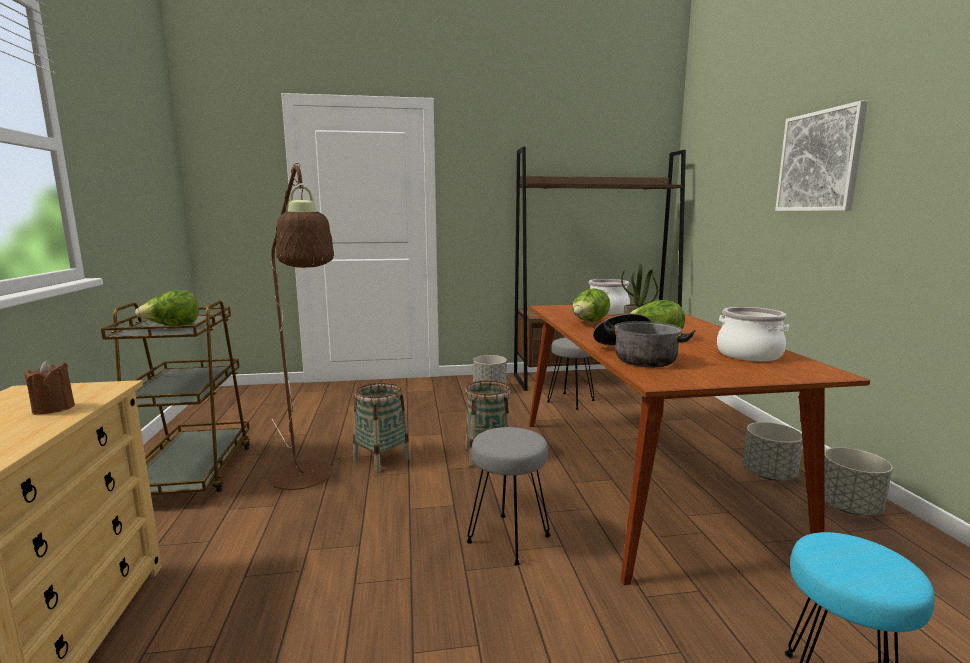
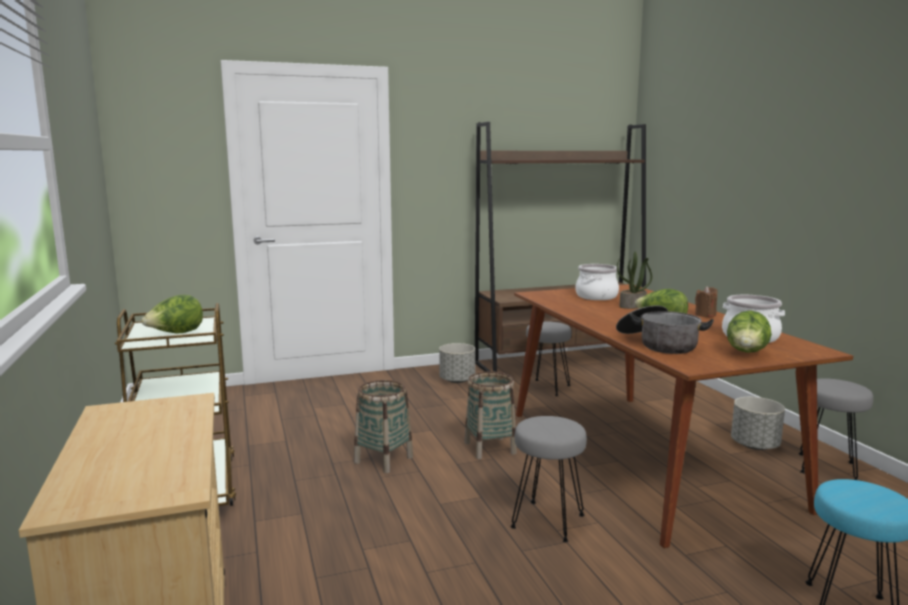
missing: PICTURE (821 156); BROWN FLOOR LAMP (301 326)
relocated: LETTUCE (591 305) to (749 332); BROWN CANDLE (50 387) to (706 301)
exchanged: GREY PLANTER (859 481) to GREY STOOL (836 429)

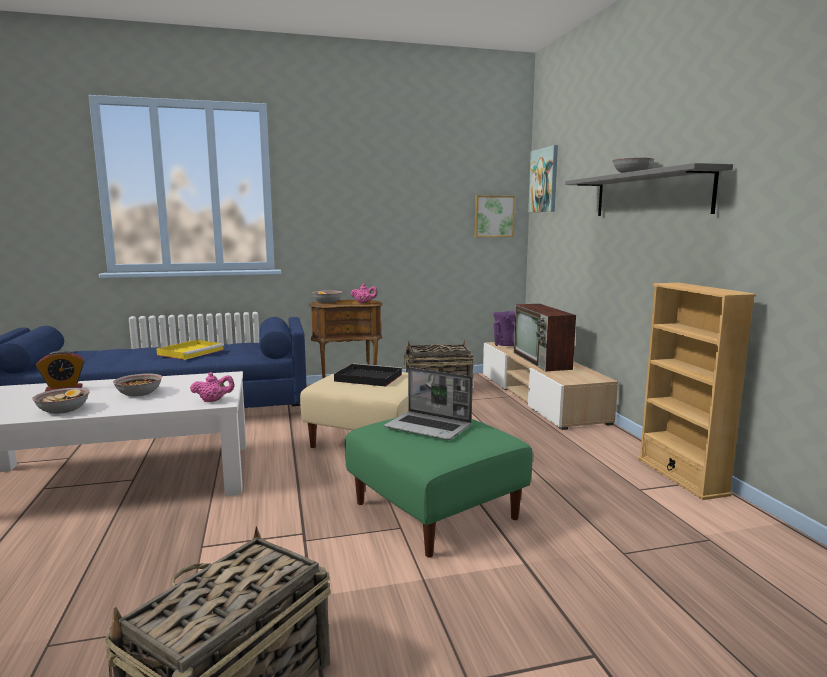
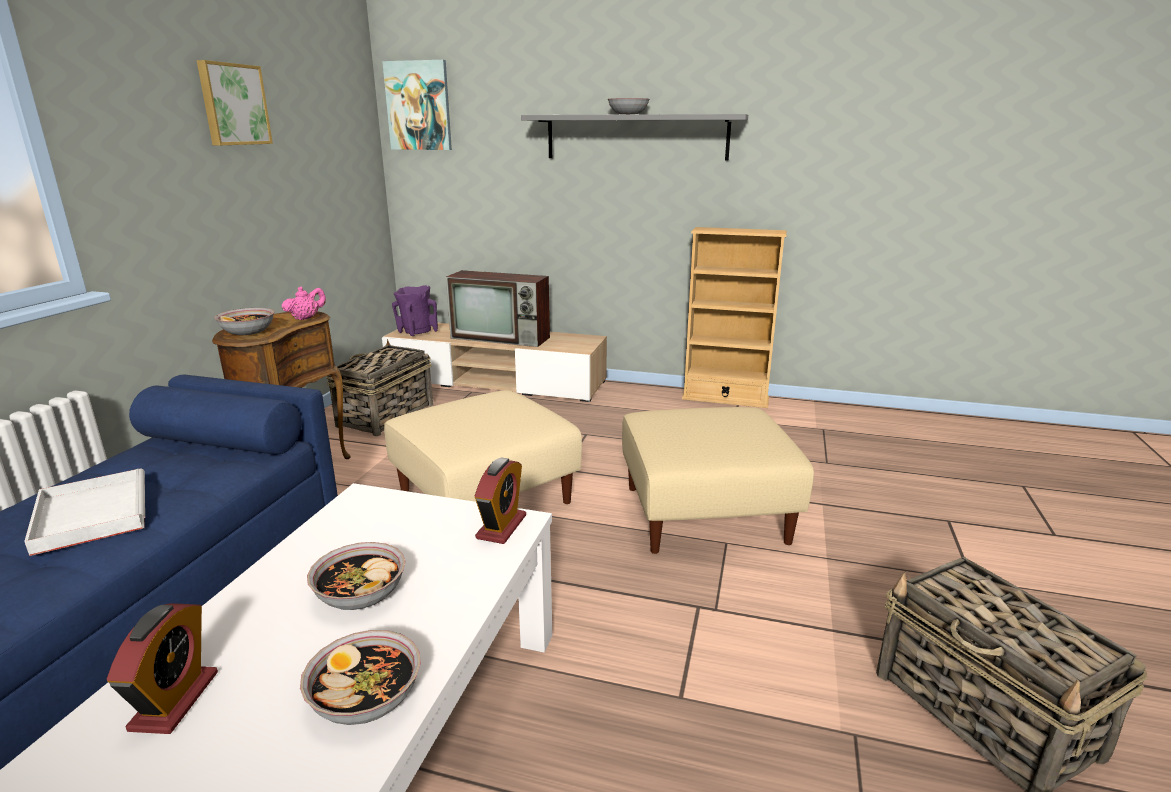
missing: BLACK TRAY (368 375); LAPTOP (428 403)
relocated: PICTURE (494 216) to (235 102)
exchanged: PINK TEAPOT (212 387) to ALARM CLOCK (500 500)
colour: YELLOW TRAY (190 350) to WHITE TRAY (84 512); GREEN OTTOMAN (439 488) to BEIGE OTTOMAN (718 480)

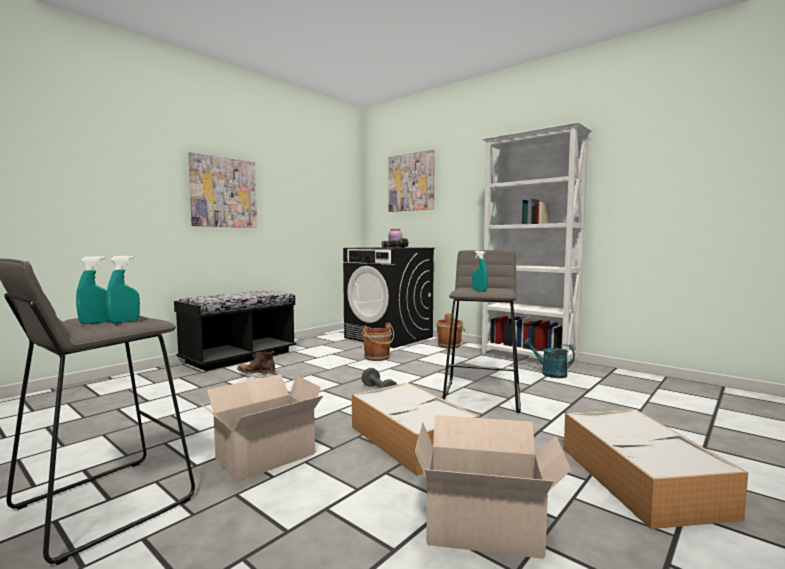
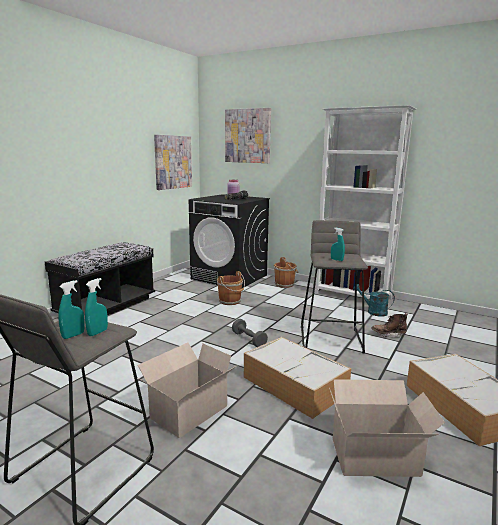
relocated: PICTURE (222 190) to (173 162); BROWN BOOT (256 364) to (390 325)

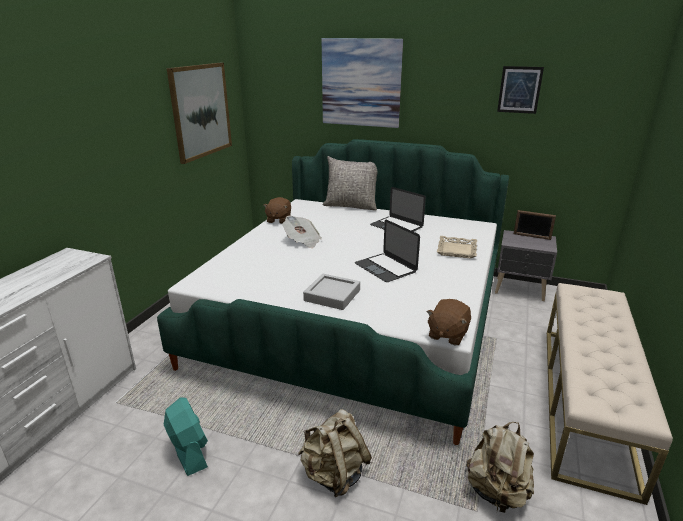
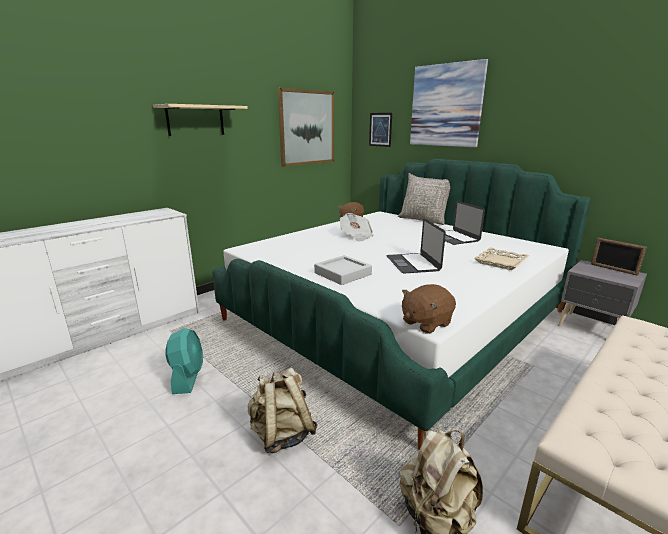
appeared: BEIGE SHELF (200 120)
relocated: PICTURE (520 90) to (380 130)

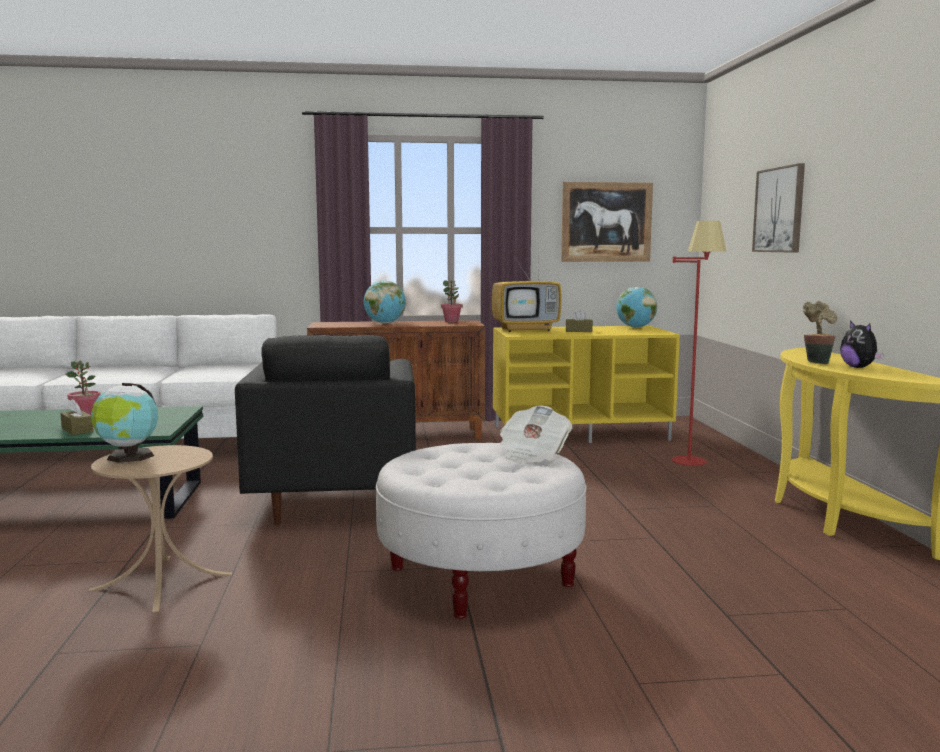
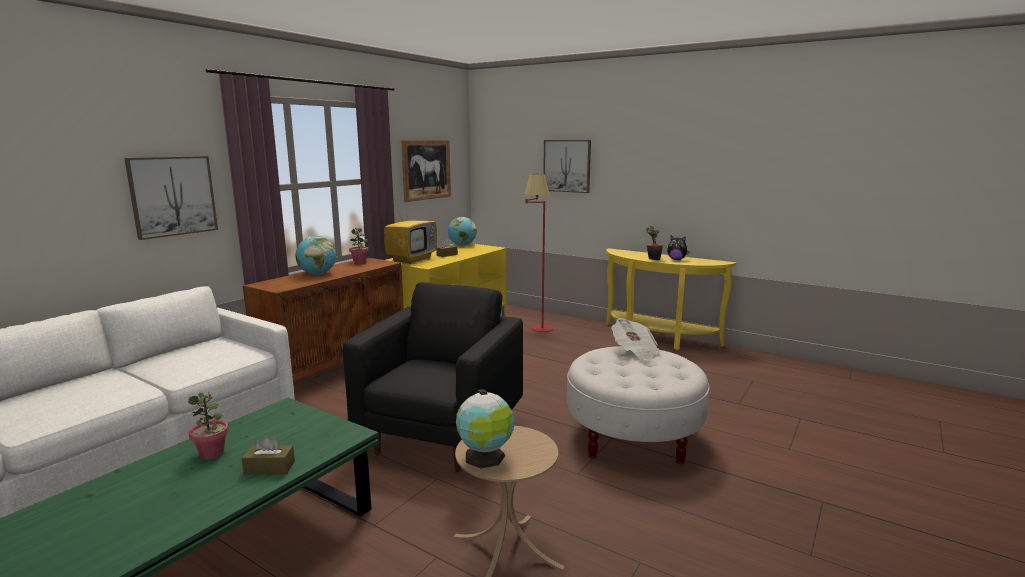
appeared: PICTURE (171 198)
spun: BLACK ARMCHAIR (325 430) = (433 377) 105 degrees counterclockwise

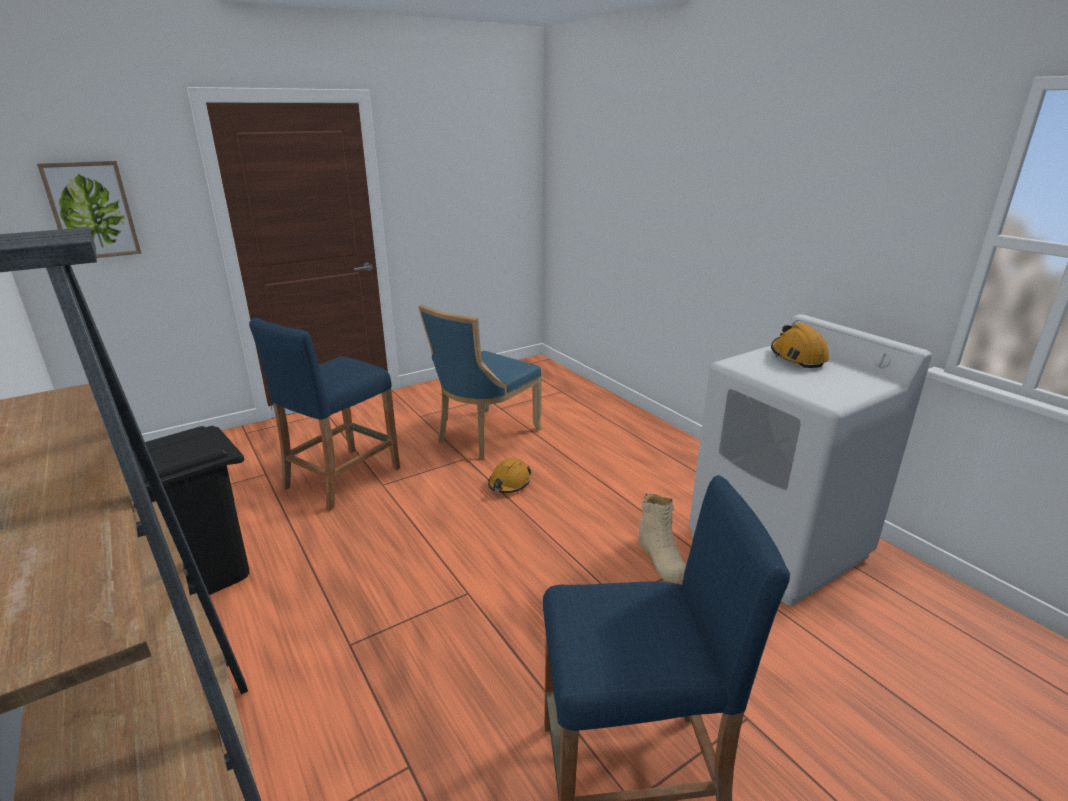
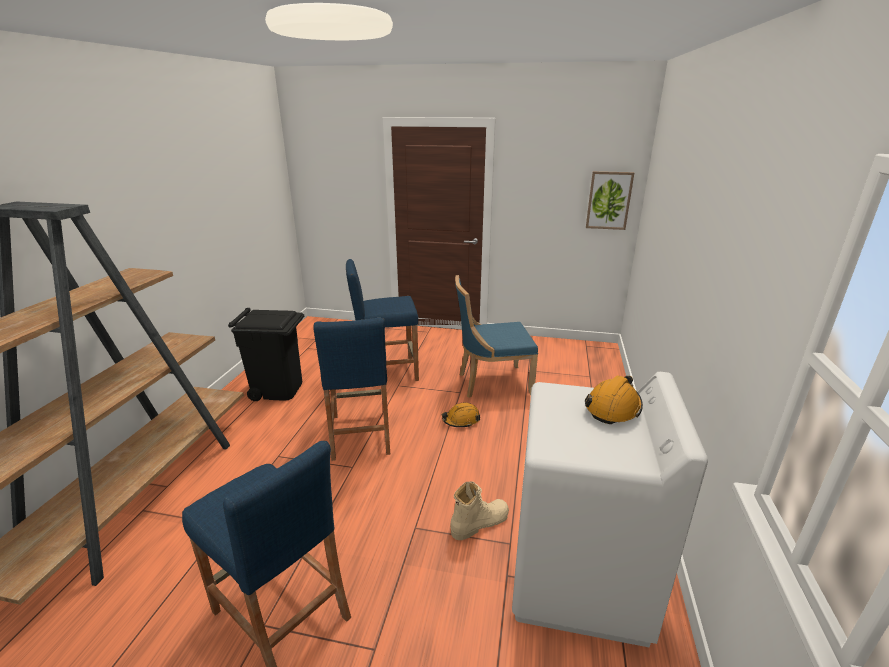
appeared: BLUE STOOL (351 389)
relocated: PICTURE (89 209) to (610 200)
spun: BEIGE BOOT (662 538) = (479 510) 150 degrees counterclockwise

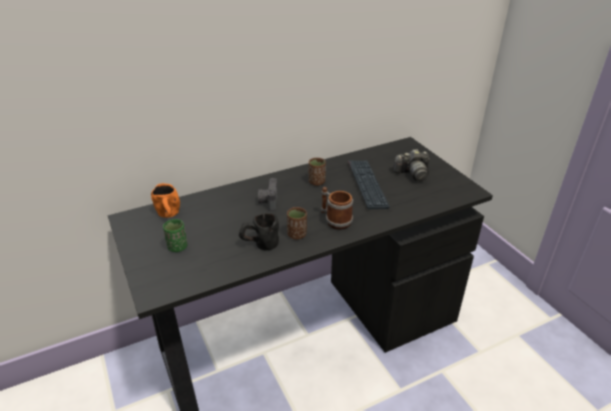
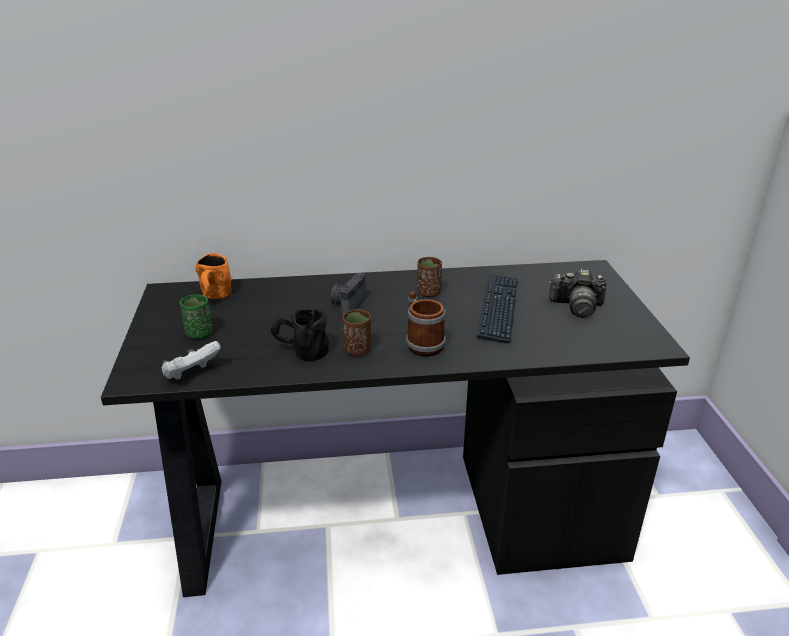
appeared: WHITE GAME CONTROLLER (191 360)

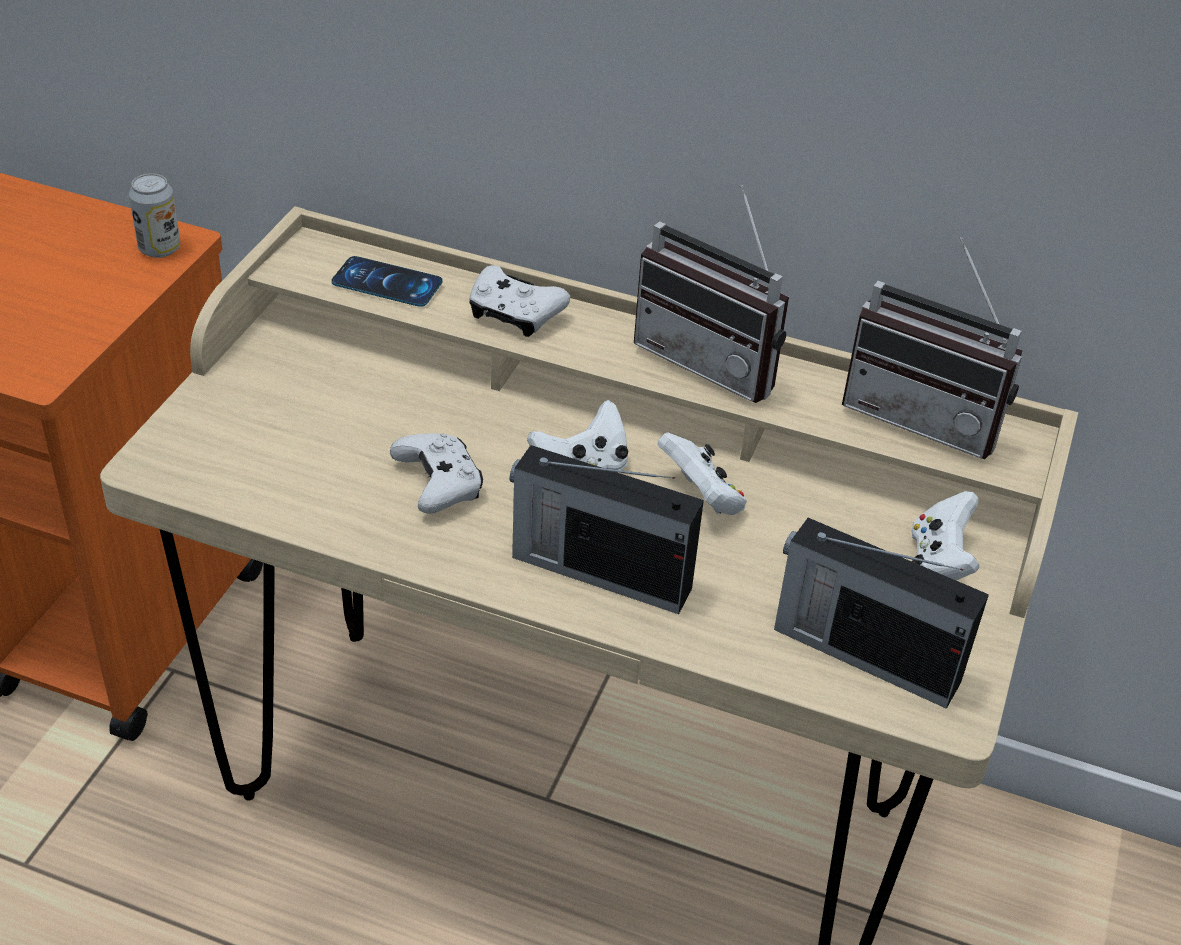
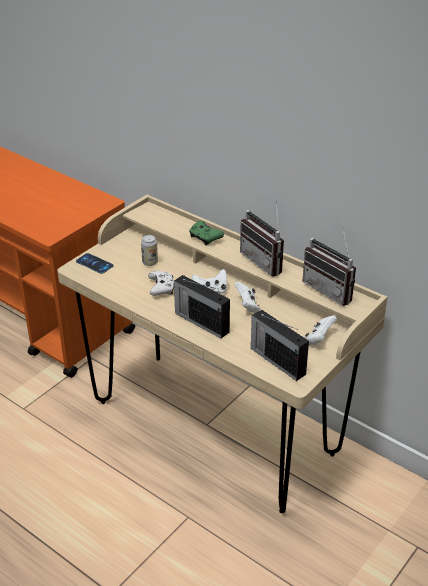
relocated: CAN (154 216) to (149 250); PHONE (386 281) to (95 263)
colour: WHITE GAME CONTROLLER (519 301) to GREEN GAME CONTROLLER (206 233)

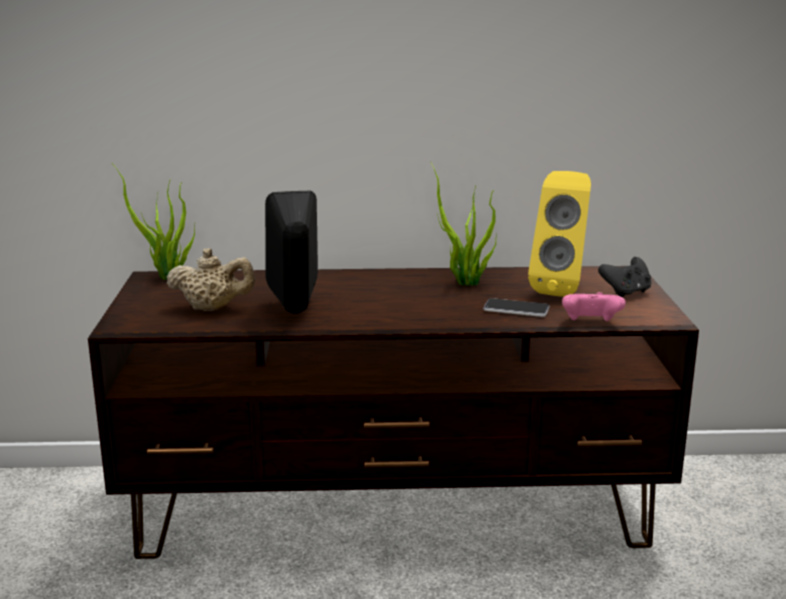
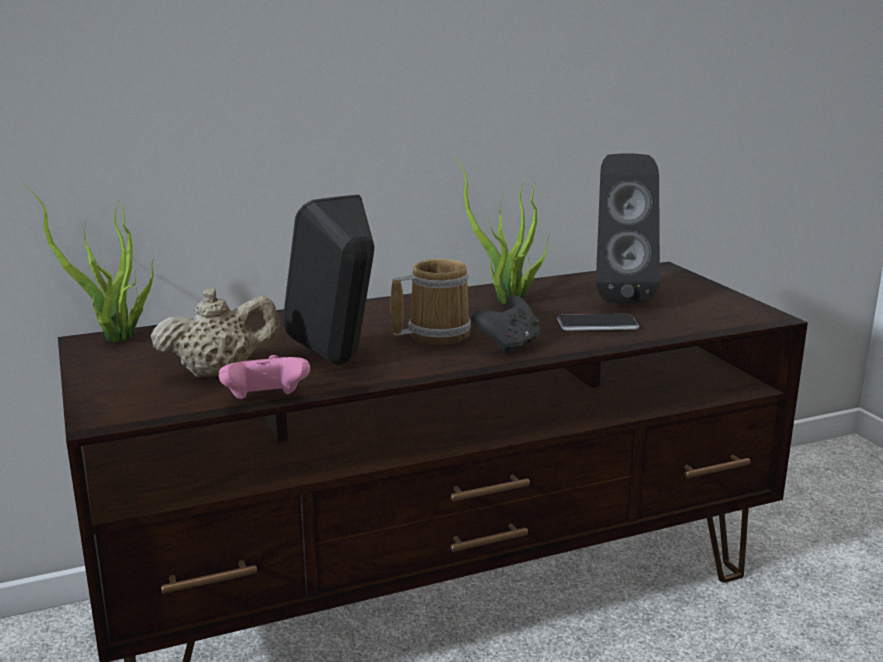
appeared: MUG (431 302)
relocated: BLACK GAME CONTROLLER (625 277) to (506 324); PINK GAME CONTROLLER (594 306) to (264 377)
colour: YELLOW SPEAKER (559 234) to BLACK SPEAKER (628 228)

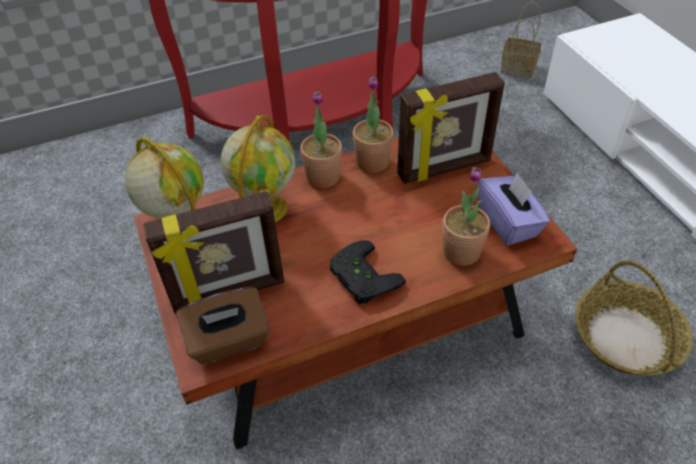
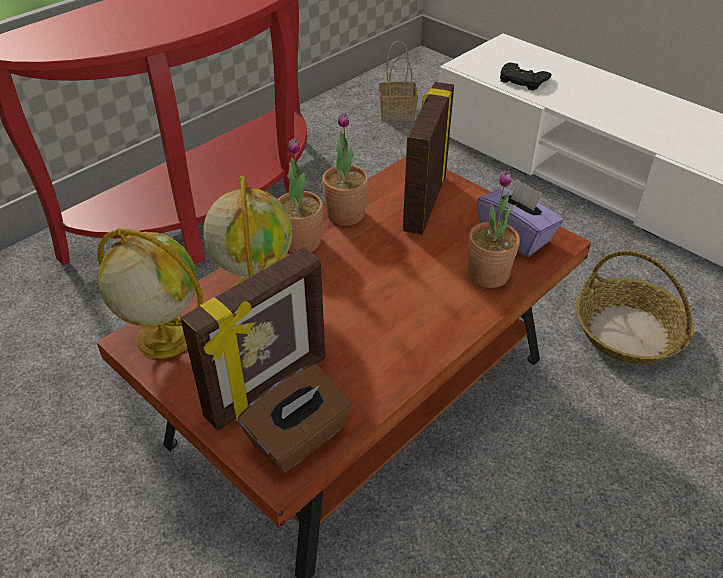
relocated: BLACK GAME CONTROLLER (368 272) to (525 77)
spun: PICTURE FRAME (451 128) = (428 158) 150 degrees clockwise

